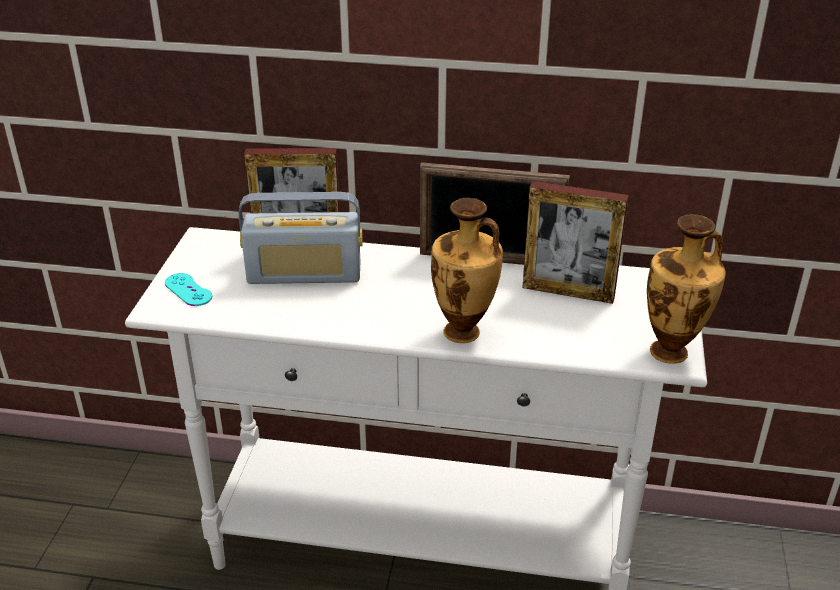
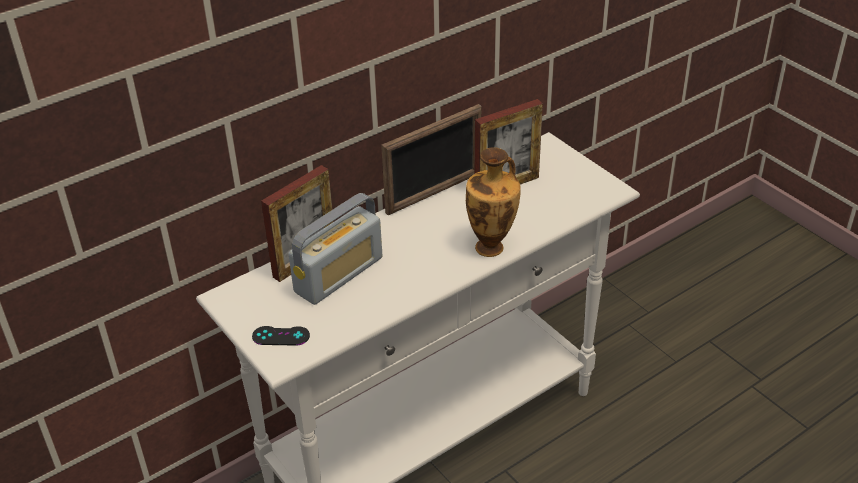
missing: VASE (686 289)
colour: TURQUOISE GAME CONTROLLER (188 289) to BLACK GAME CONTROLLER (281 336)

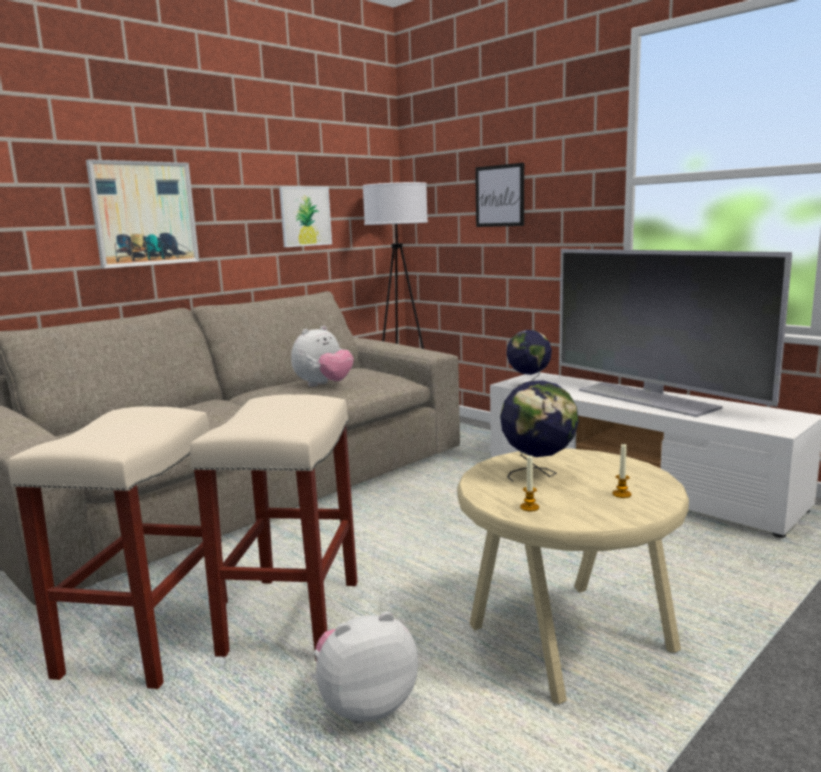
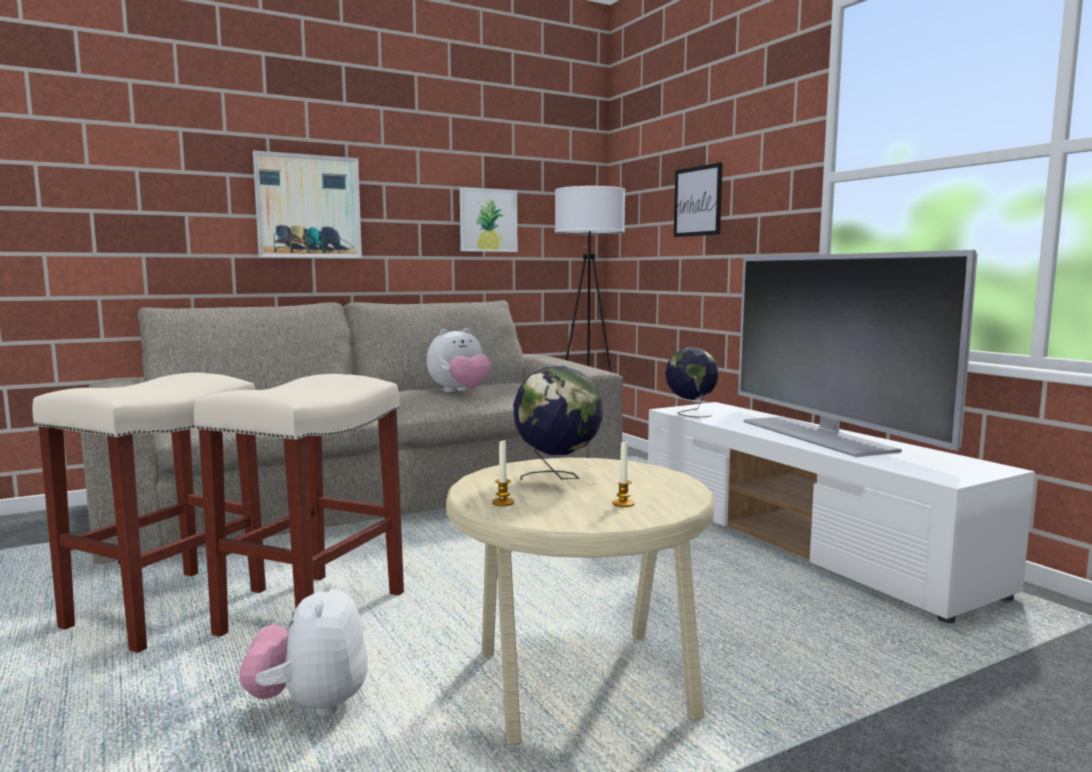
spun: PLUSH TOY (366 667) = (303 648) 90 degrees counterclockwise

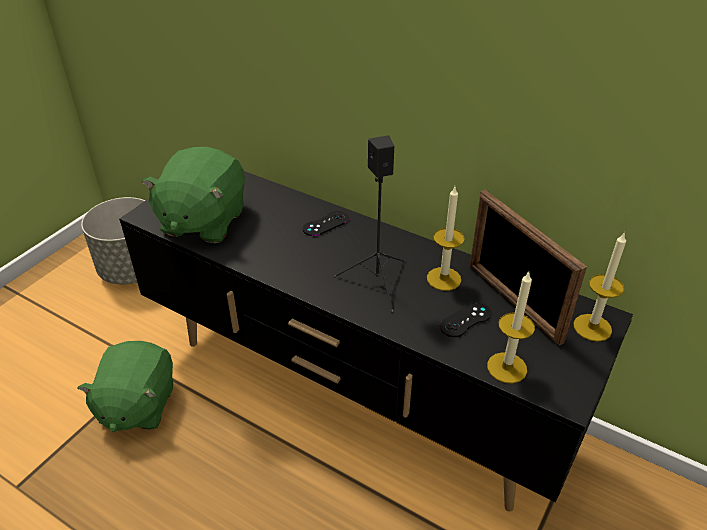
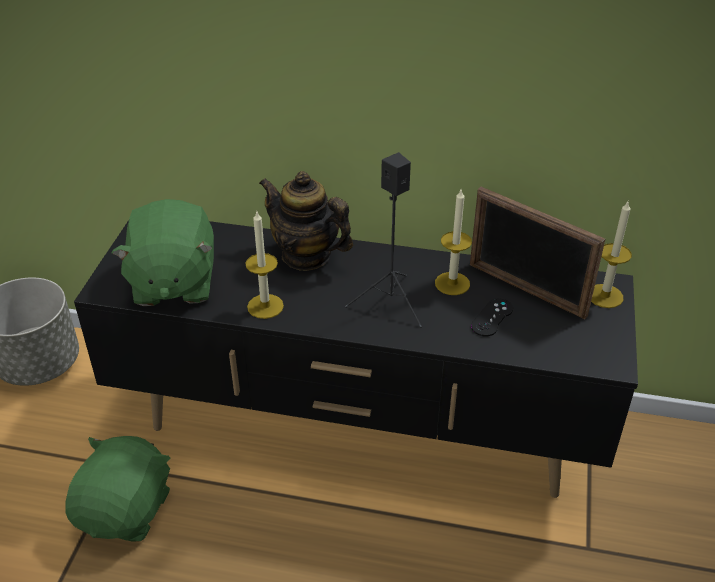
relocated: CANDLE (511 328) to (264 265)
exchanged: BLACK GAME CONTROLLER (326 223) to TEAPOT (306 221)
spun: GREEN PLUSH TOY (125 386) = (118 489) 150 degrees counterclockwise

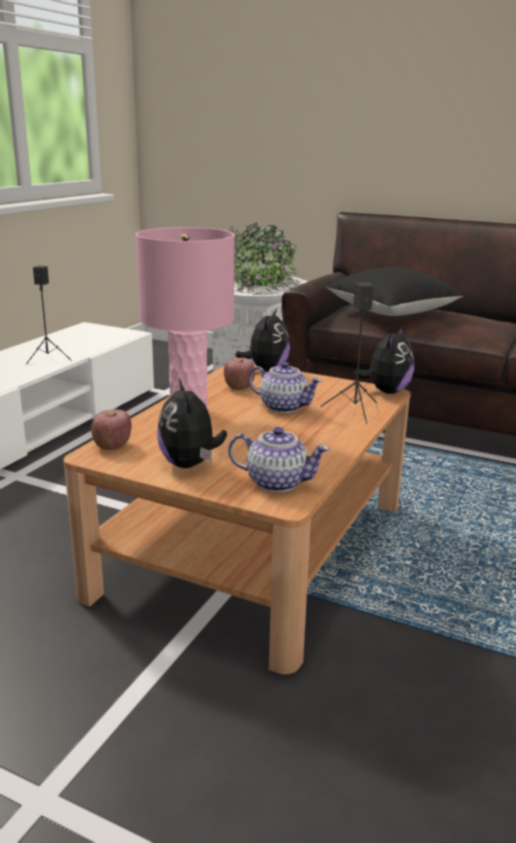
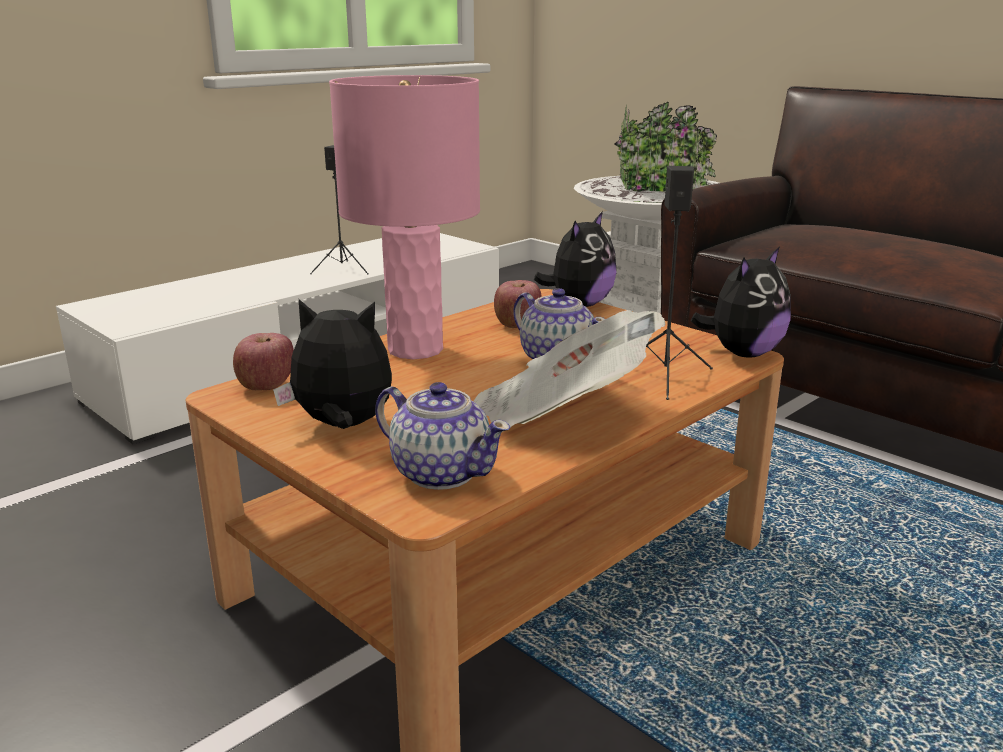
missing: BLACK PILLOW (395 291)
appeared: NEWSPAPER (569 371)
spun: PLUSH TOY (192 422) = (332 364) 90 degrees clockwise

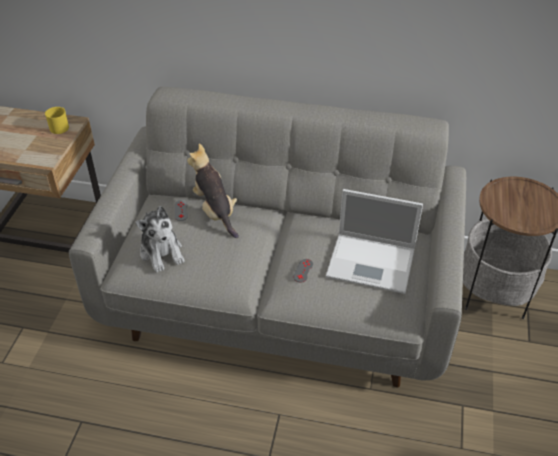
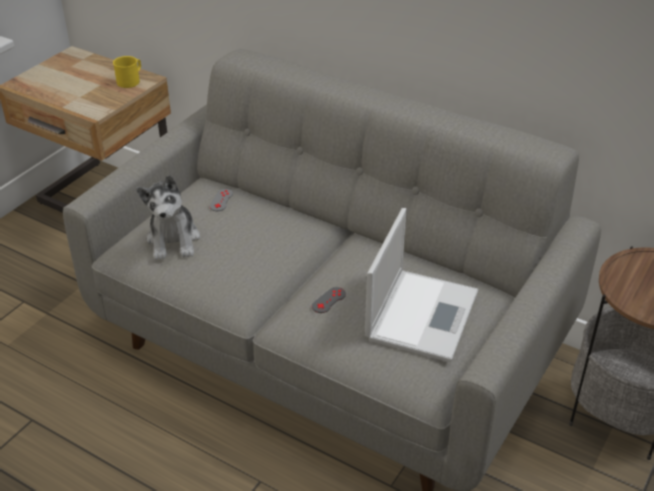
missing: PLUSH TOY (213 191)
spun: LAPTOP (374 241) = (421 285) 105 degrees counterclockwise

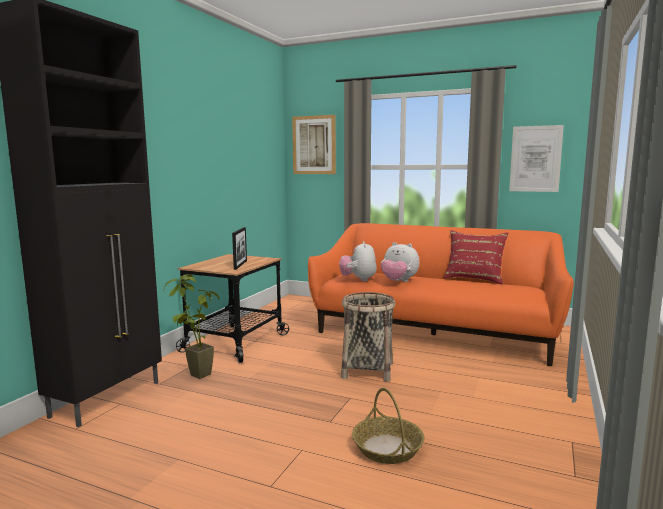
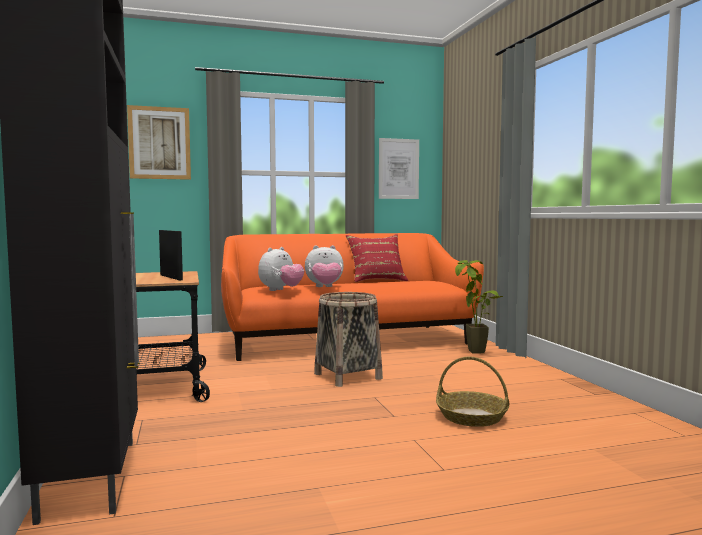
relocated: POTTED PLANT (191 326) to (479 306)
spun: PLUSH TOY (358 261) = (281 269) 105 degrees counterclockwise

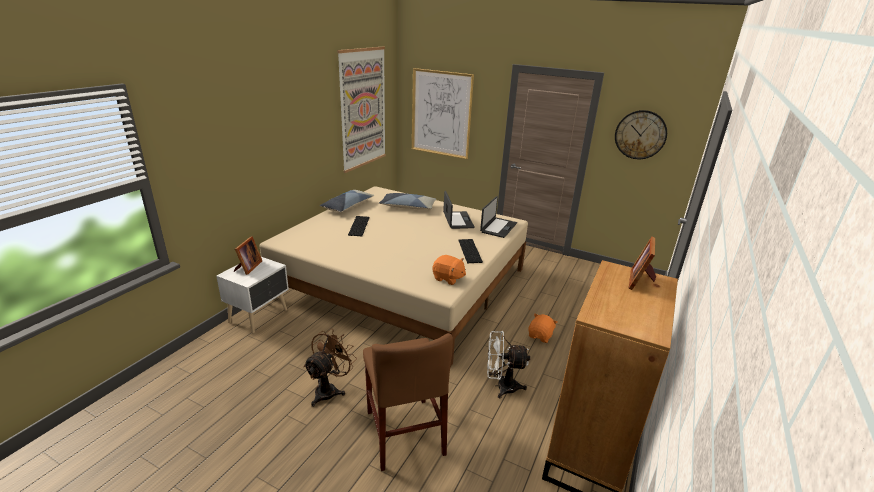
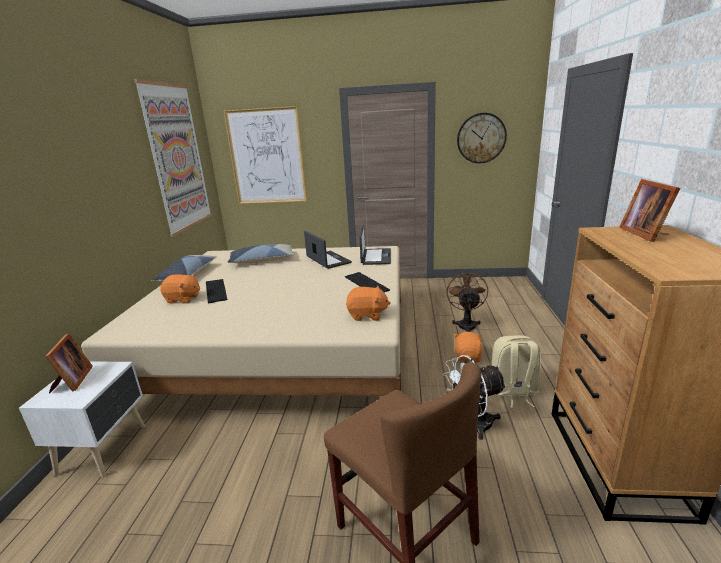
appeared: ORANGE PLUSH TOY (180 289); BEIGE BACKPACK (516 371)
relocated: BROWN FAN (330 368) to (467 302)

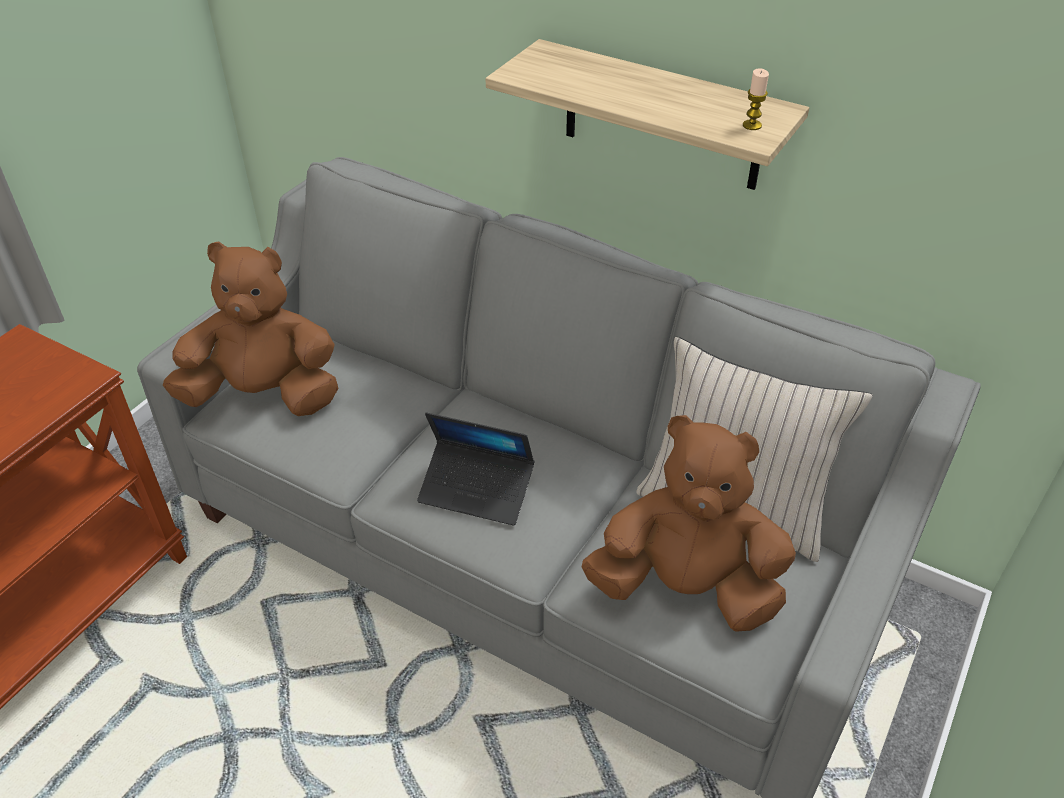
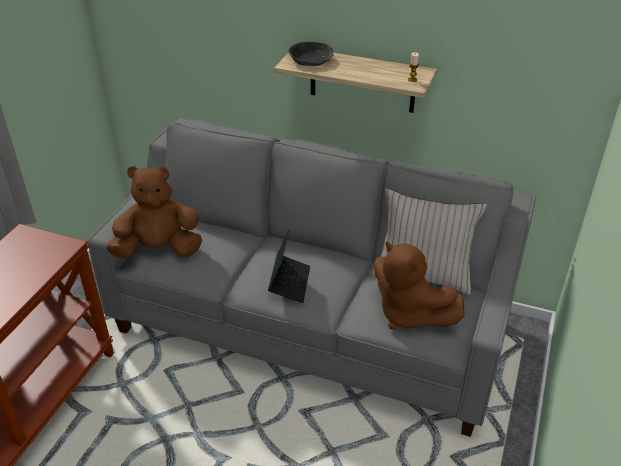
appeared: GREY BOWL (310 54)
spun: LAPTOP (475 469) = (289 266) 90 degrees counterclockwise; BROWN PLUSH TOY (688 523) = (419 285) 135 degrees counterclockwise

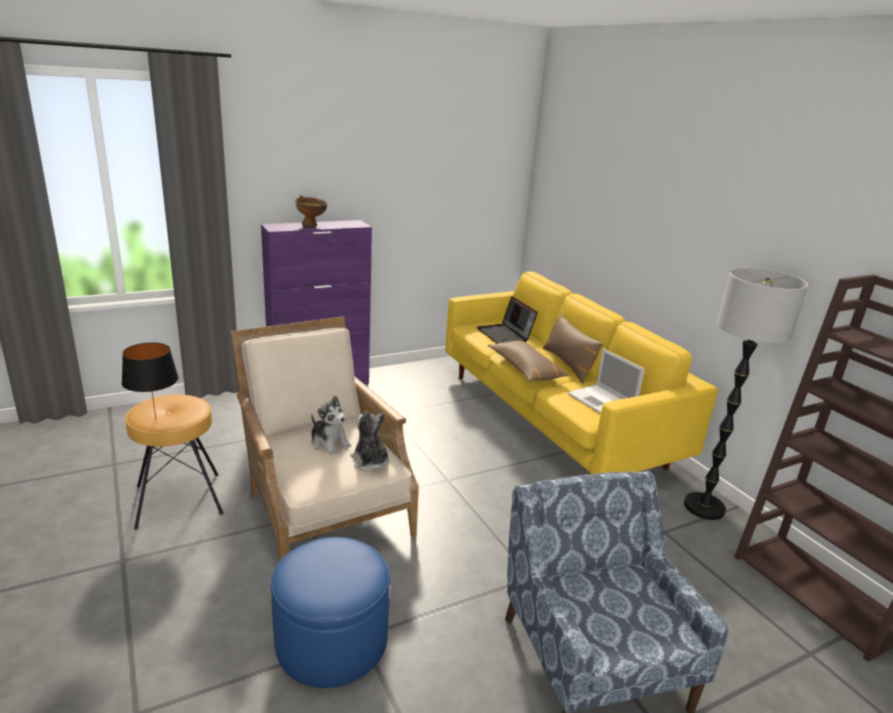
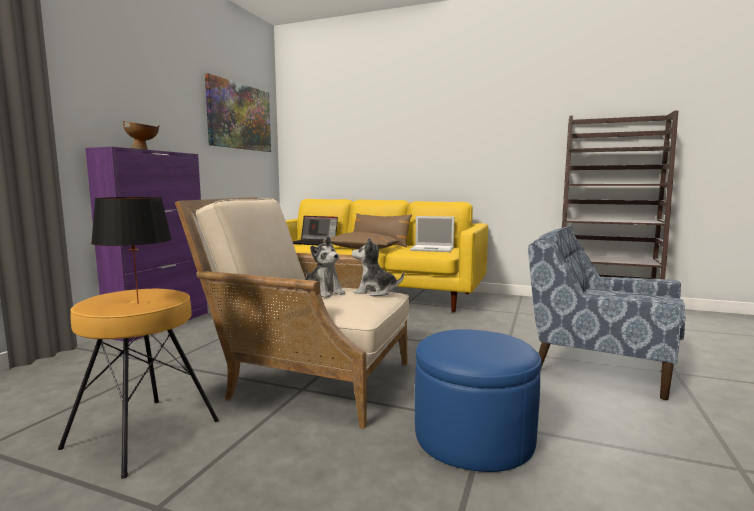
missing: FLOOR LAMP (746 394)
appeared: PICTURE (238 112)
spun: PLUSH TOY (331 425) = (325 267) 45 degrees clockwise

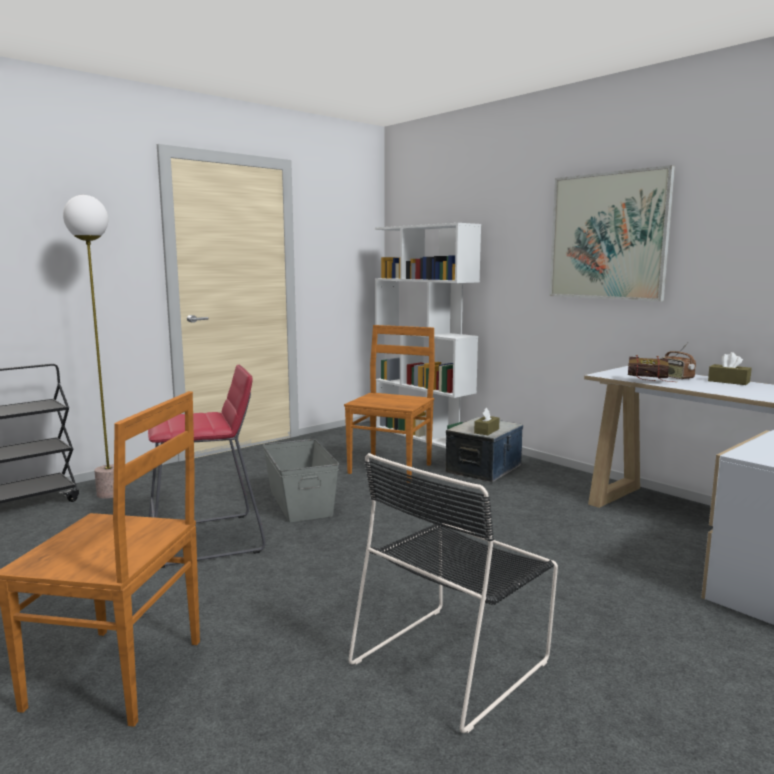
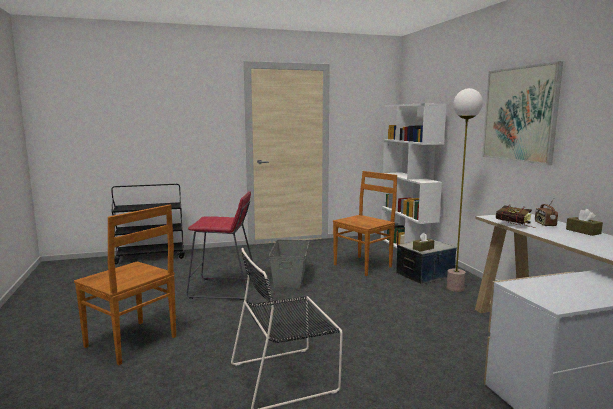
relocated: FLOOR LAMP (88 347) to (465 190)

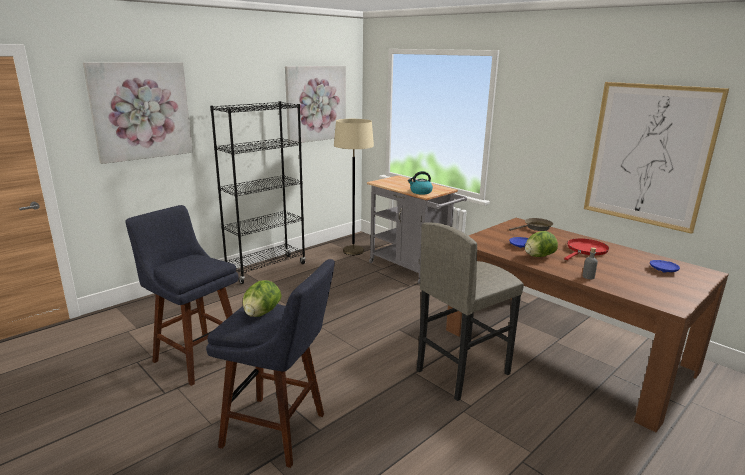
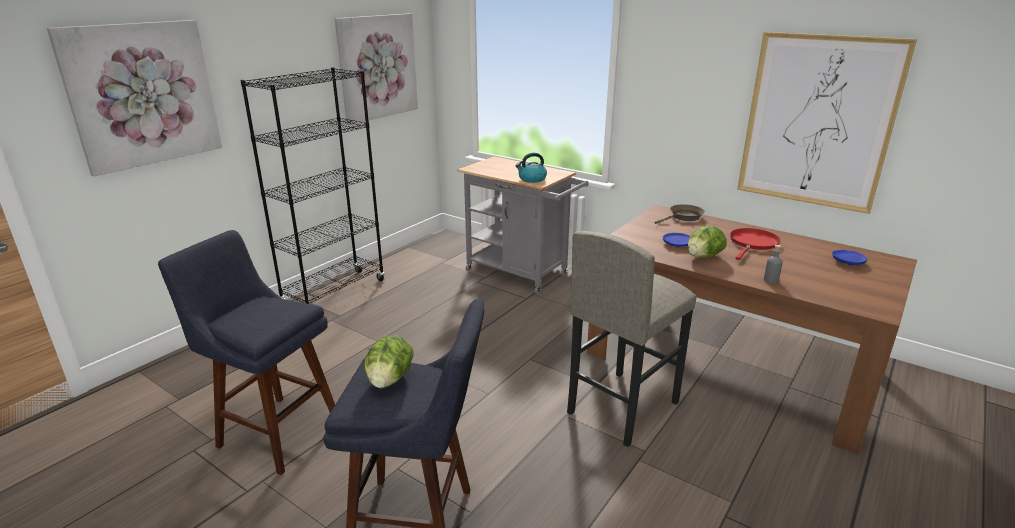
missing: BEIGE FLOOR LAMP (354 187)

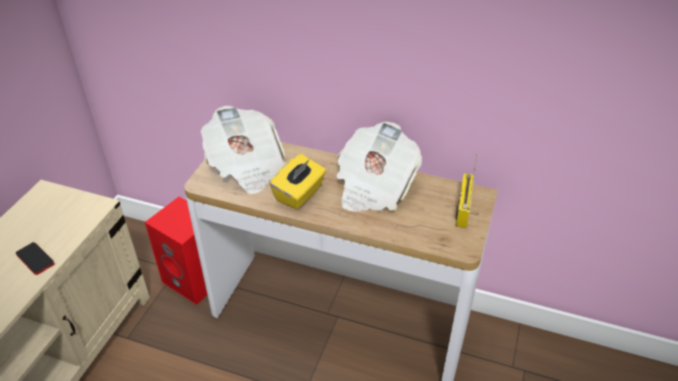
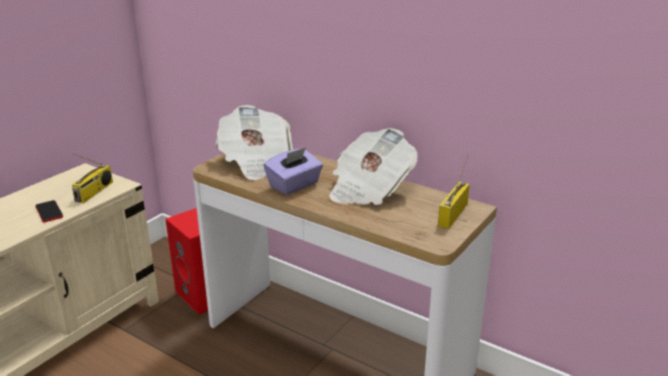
appeared: RADIO (92 178)
colour: YELLOW TISSUE BOX (298 182) to PURPLE TISSUE BOX (293 171)

